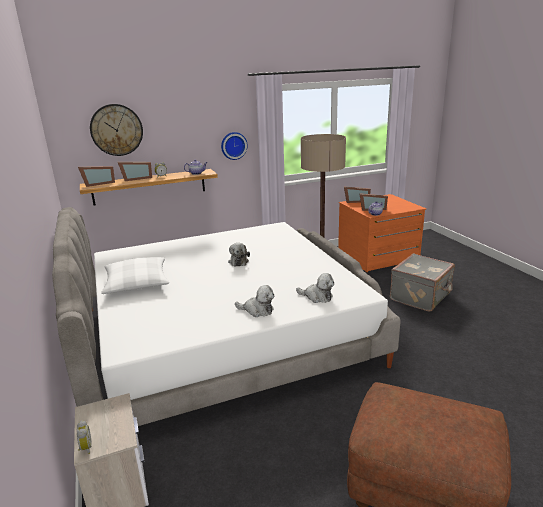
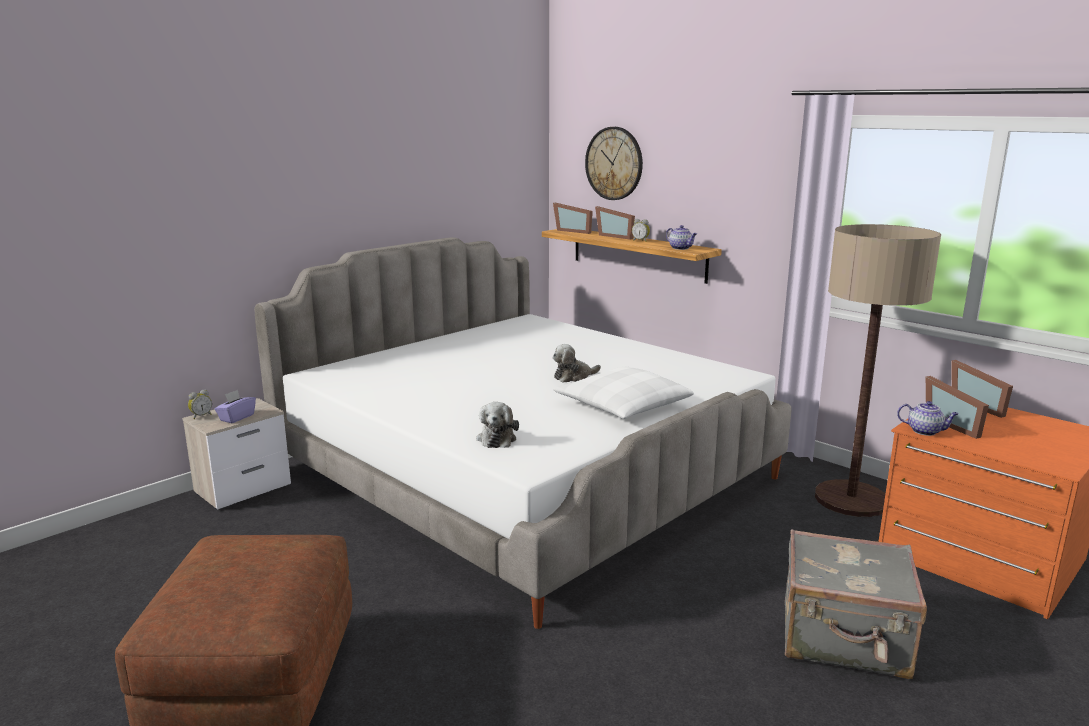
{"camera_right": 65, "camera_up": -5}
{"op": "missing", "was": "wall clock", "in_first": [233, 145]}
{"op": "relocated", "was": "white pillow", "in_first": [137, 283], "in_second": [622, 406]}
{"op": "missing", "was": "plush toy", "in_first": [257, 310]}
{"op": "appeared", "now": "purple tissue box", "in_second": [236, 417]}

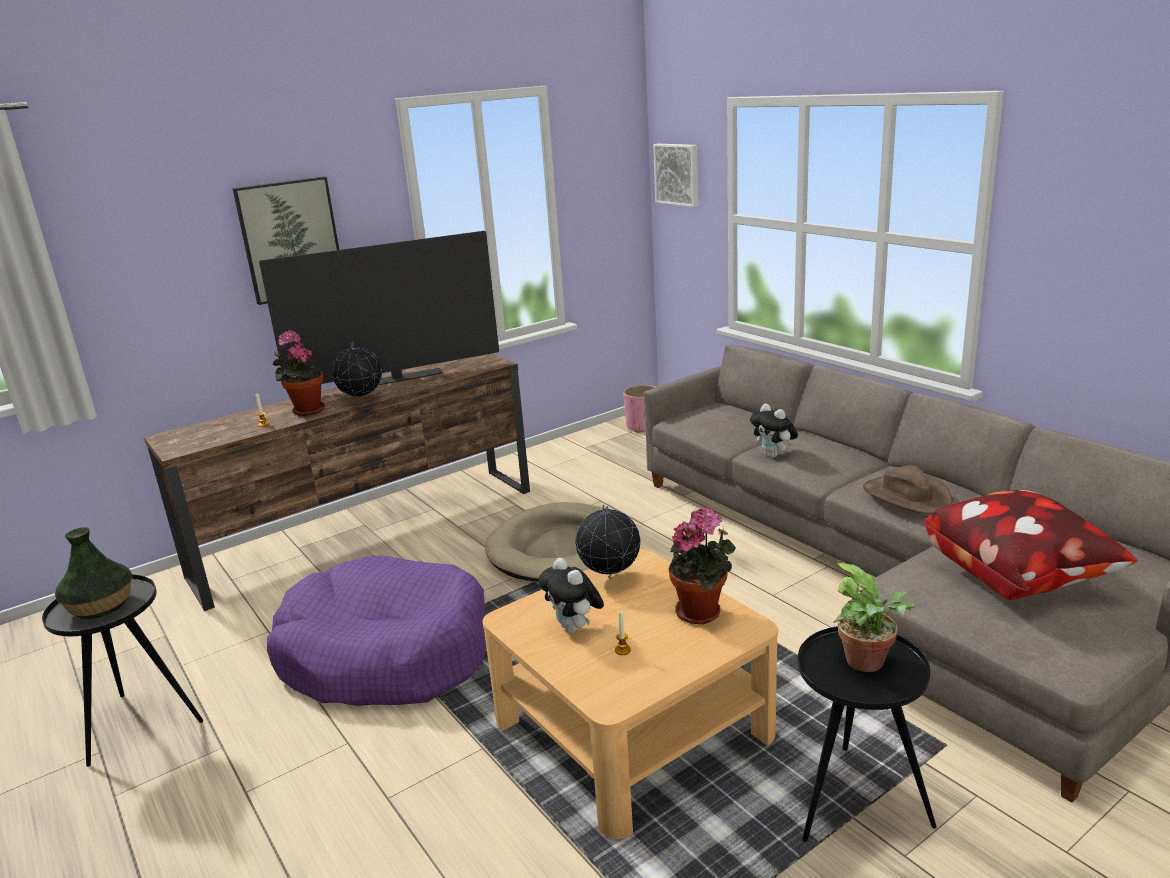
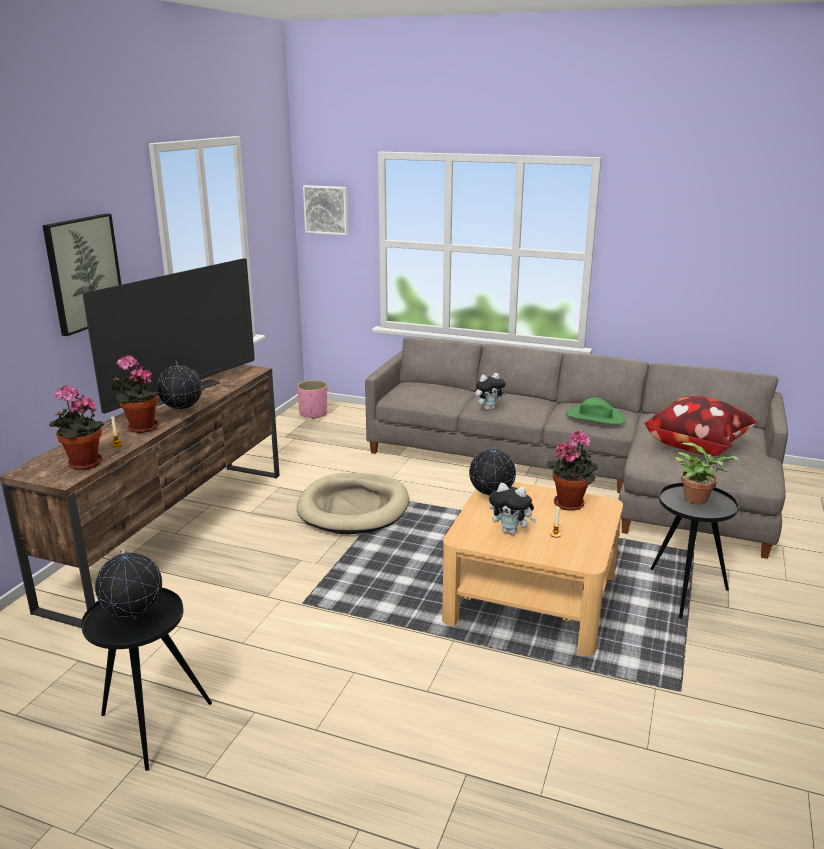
{"camera_right": -35, "camera_up": 0}
{"op": "spun", "was": "plush toy", "in_first": [774, 455], "in_second": [489, 408], "clockwise": -45}
{"op": "colour", "was": "brown hat", "now": "green hat", "in_first": [906, 496], "in_second": [595, 417]}
{"op": "exchanged", "was": "vase", "now": "globe", "in_first": [100, 606], "in_second": [134, 618]}
{"op": "missing", "was": "purple dog bed", "in_first": [385, 654]}
{"op": "appeared", "now": "potted plant", "in_second": [82, 464]}

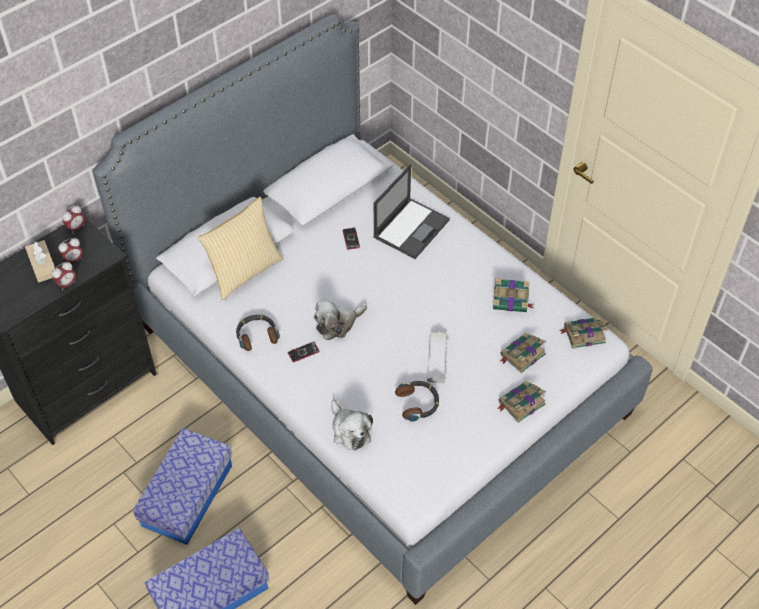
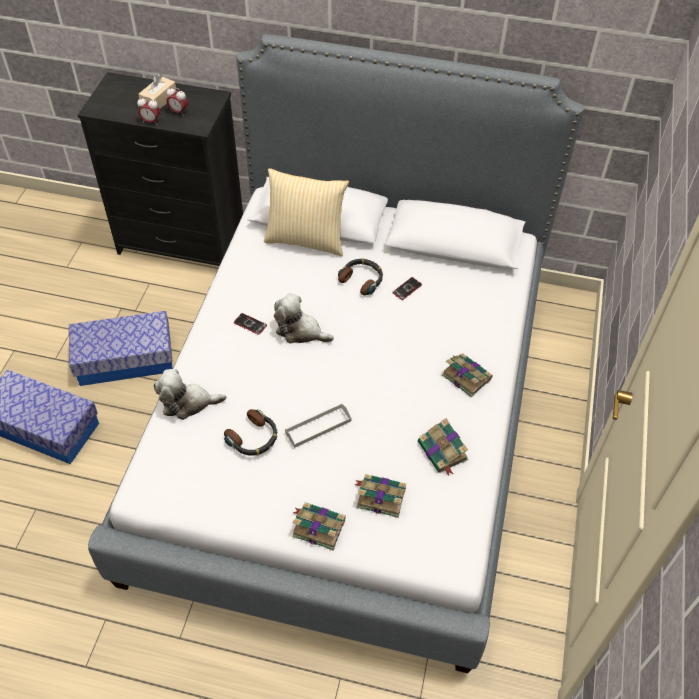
{"camera_right": 55, "camera_up": 0}
{"op": "missing", "was": "laptop", "in_first": [411, 228]}
{"op": "missing", "was": "alarm clock", "in_first": [76, 228]}
{"op": "relocated", "was": "headphones", "in_first": [257, 335], "in_second": [362, 279]}
{"op": "relocated", "was": "book", "in_first": [583, 334], "in_second": [465, 376]}
{"op": "spun", "was": "plush toy", "in_first": [349, 431], "in_second": [187, 403], "clockwise": 60}

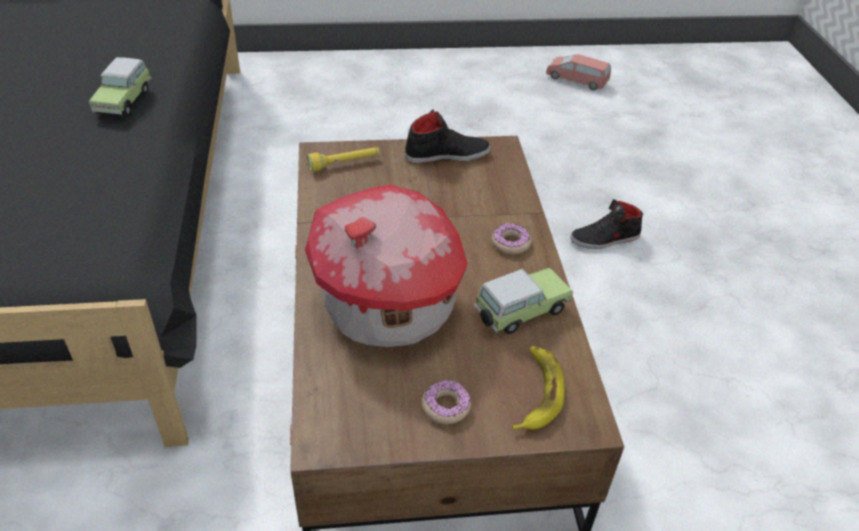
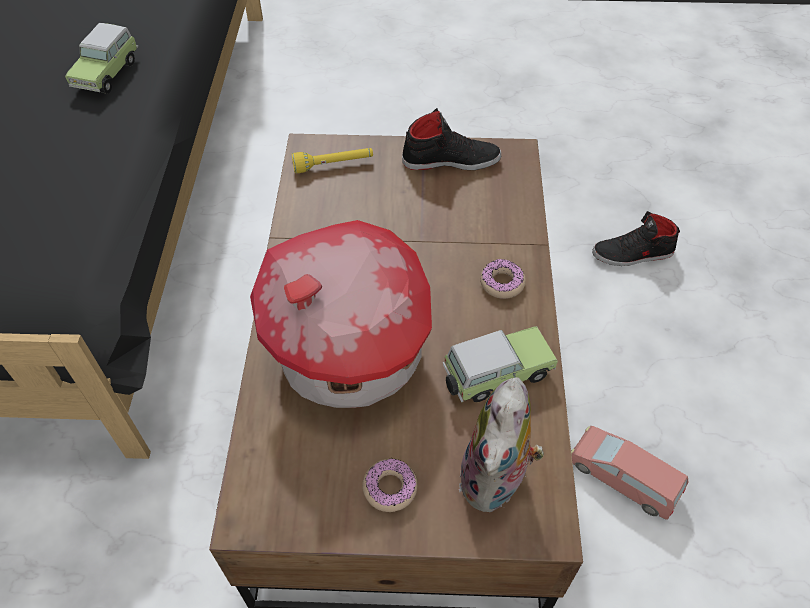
{"camera_right": 10, "camera_up": 10}
{"op": "relocated", "was": "pink toy car", "in_first": [577, 80], "in_second": [623, 477]}
{"op": "exchanged", "was": "banana", "now": "plush toy", "in_first": [537, 392], "in_second": [495, 481]}

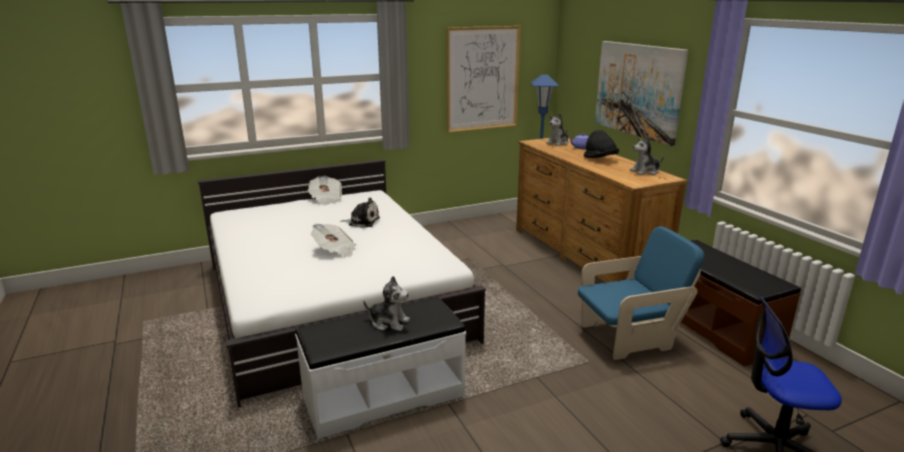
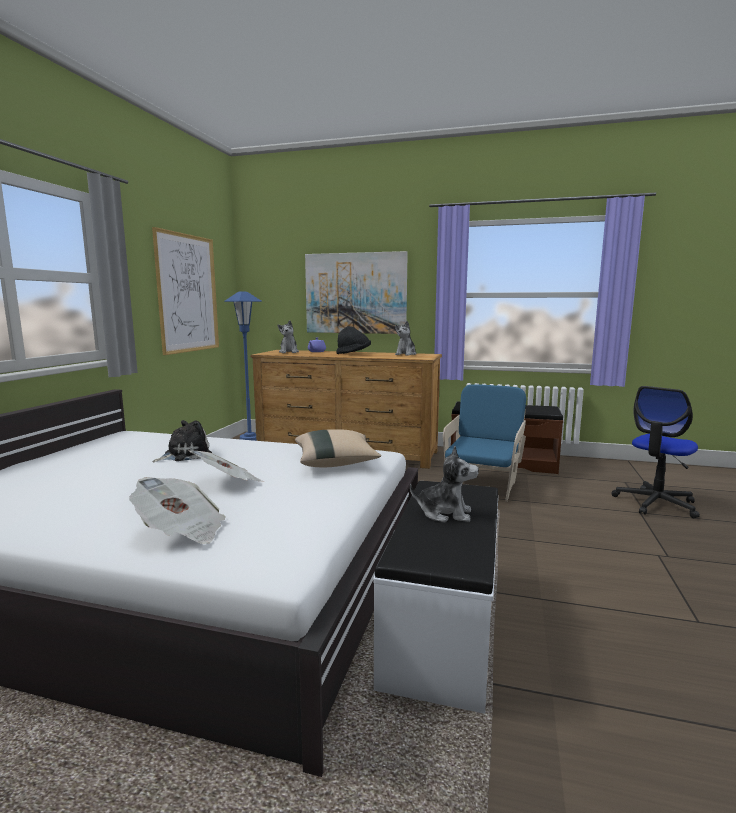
{"camera_right": -50, "camera_up": -10}
{"op": "relocated", "was": "newspaper", "in_first": [326, 199], "in_second": [181, 531]}
{"op": "spun", "was": "plush toy", "in_first": [389, 322], "in_second": [445, 513], "clockwise": 45}
{"op": "appeared", "now": "beige pillow", "in_second": [335, 463]}

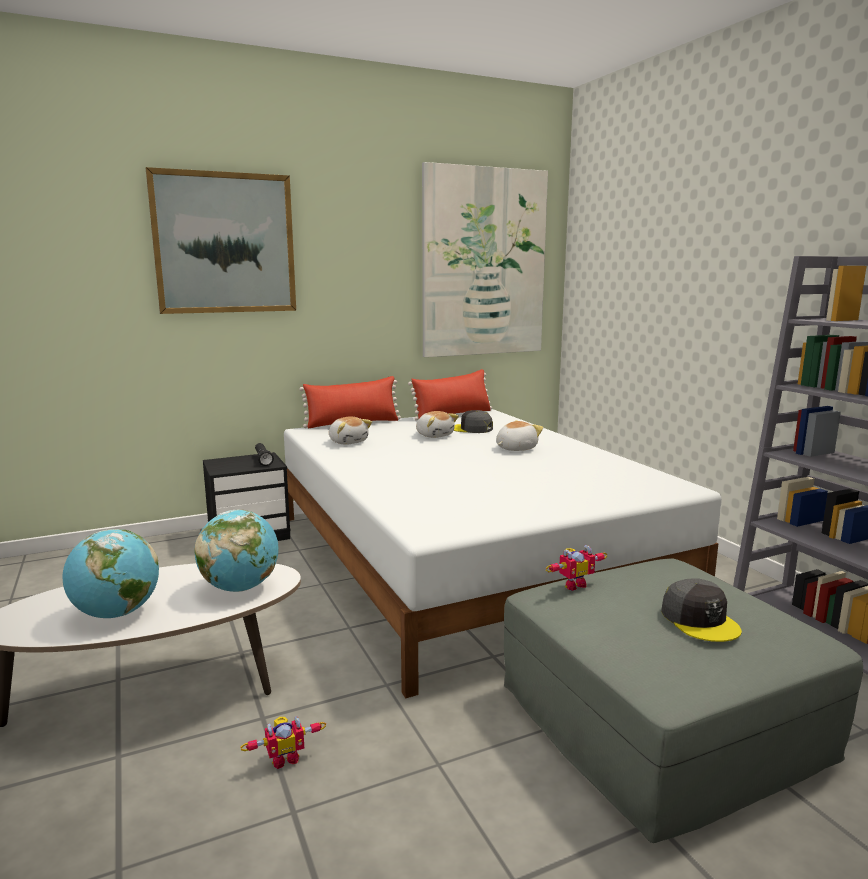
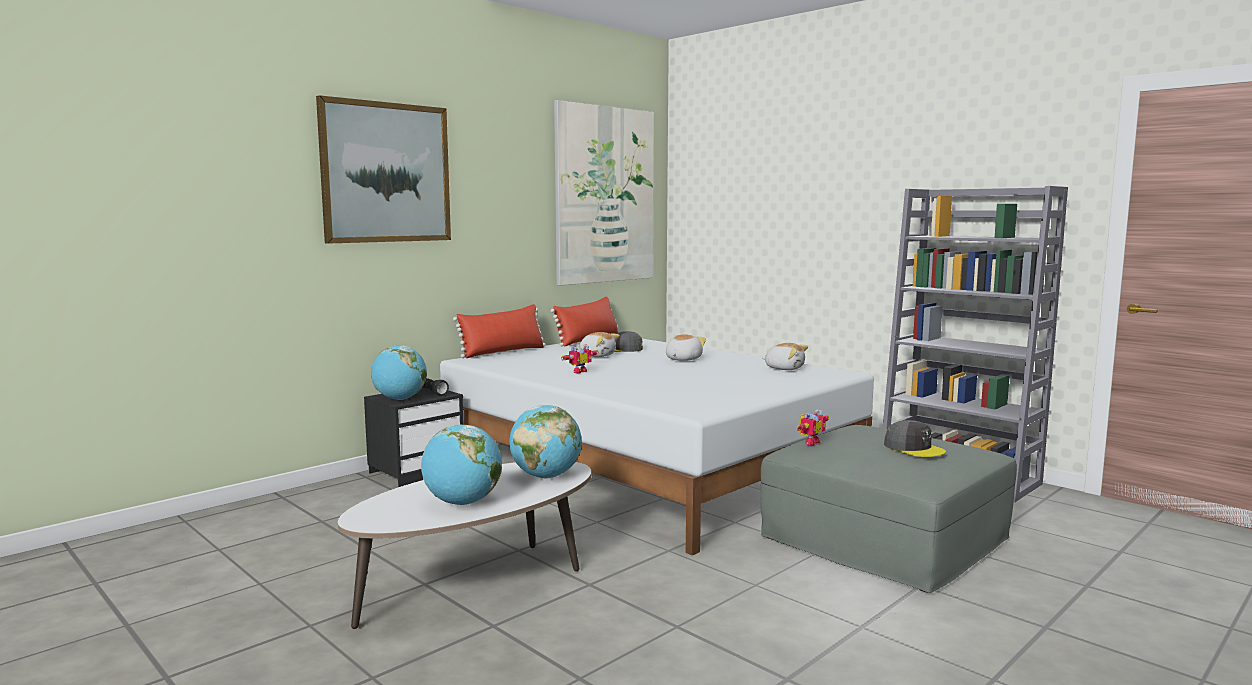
{"camera_right": -20, "camera_up": -5}
{"op": "relocated", "was": "plush toy", "in_first": [348, 442], "in_second": [784, 368]}
{"op": "relocated", "was": "toy robot", "in_first": [285, 758], "in_second": [578, 371]}
{"op": "appeared", "now": "globe", "in_second": [400, 399]}

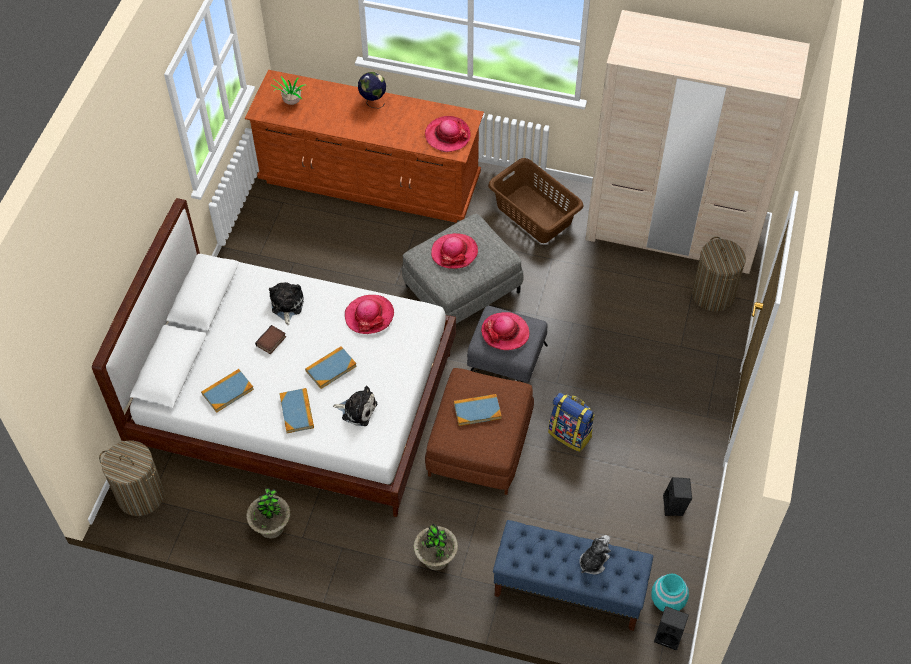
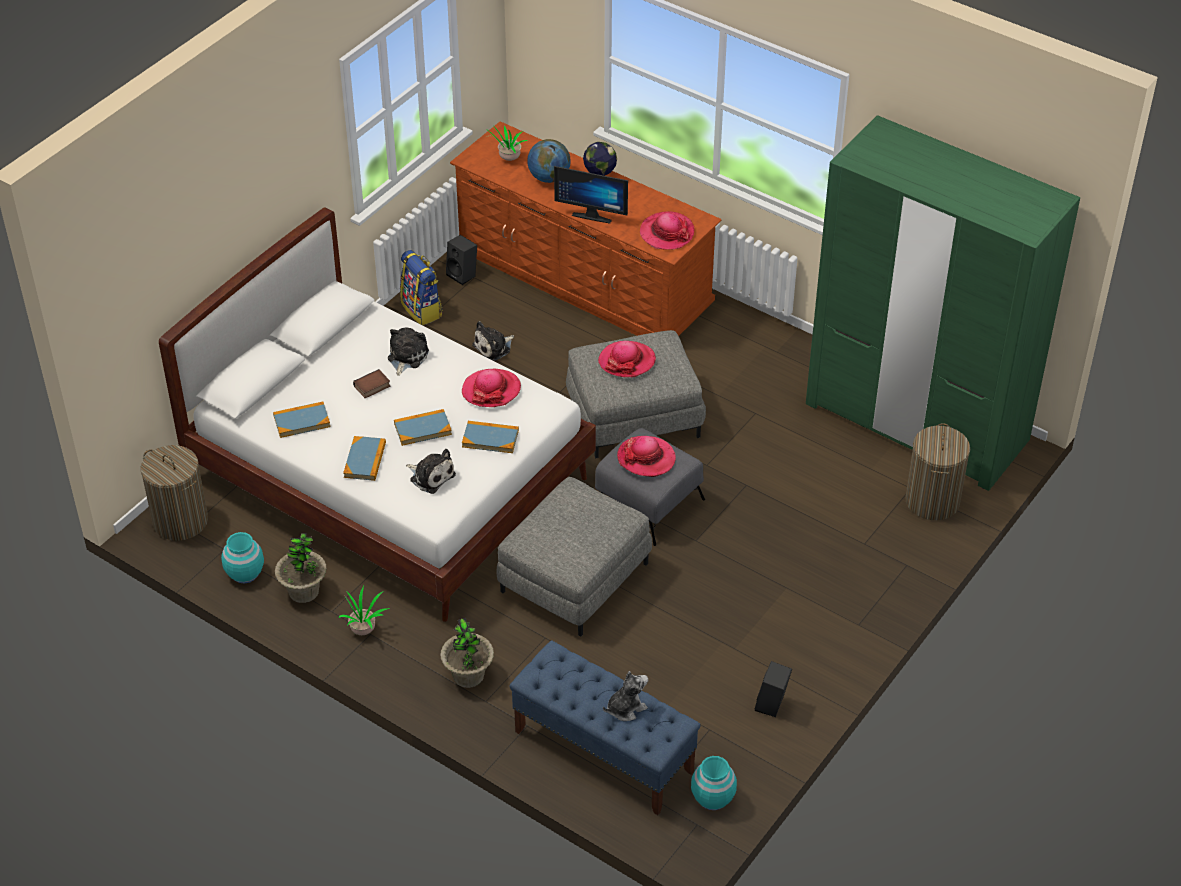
{"camera_right": 20, "camera_up": -10}
{"op": "colour", "was": "beige wardrobe", "now": "green wardrobe", "in_first": [672, 231], "in_second": [916, 422]}
{"op": "missing", "was": "brown laundry basket", "in_first": [534, 213]}
{"op": "colour", "was": "brown ottoman", "now": "grey ottoman", "in_first": [478, 444], "in_second": [574, 577]}
{"op": "relocated", "was": "backpack", "in_first": [570, 434], "in_second": [422, 310]}
{"op": "relocated", "was": "book", "in_first": [477, 411], "in_second": [490, 438]}
{"op": "relocated", "was": "black speaker", "in_first": [669, 636], "in_second": [463, 275]}
{"op": "appeared", "now": "globe", "in_second": [549, 178]}
{"op": "appeared", "now": "monitor", "in_second": [593, 214]}
{"op": "appeared", "now": "plush toy", "in_second": [494, 347]}
{"op": "appeared", "now": "turquoise vase", "in_second": [245, 573]}
{"op": "appeared", "now": "potted plant", "in_second": [364, 629]}

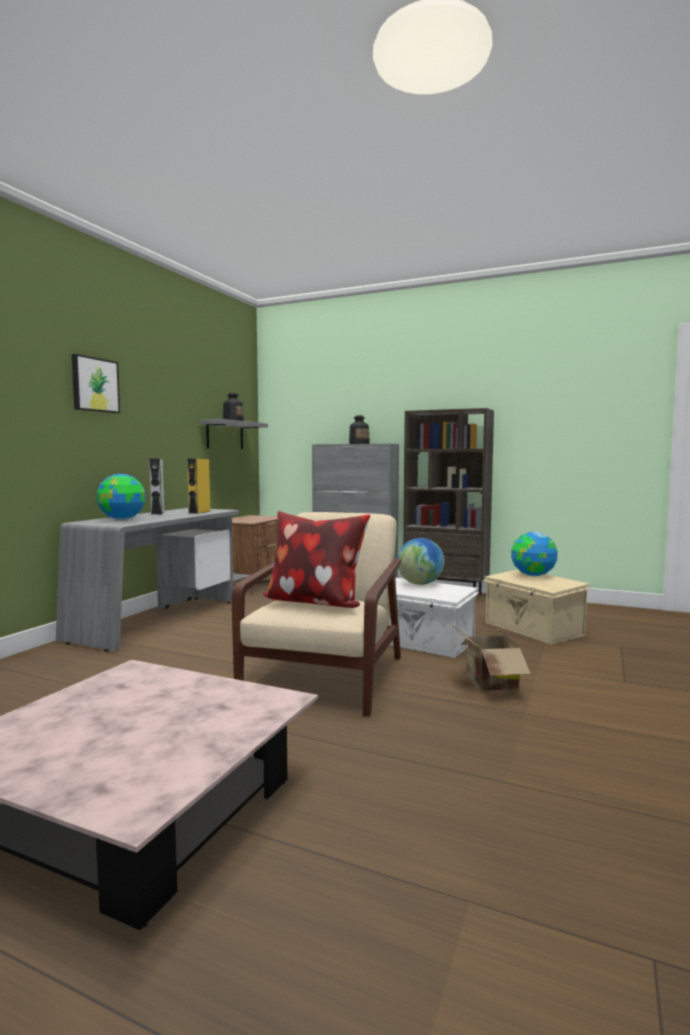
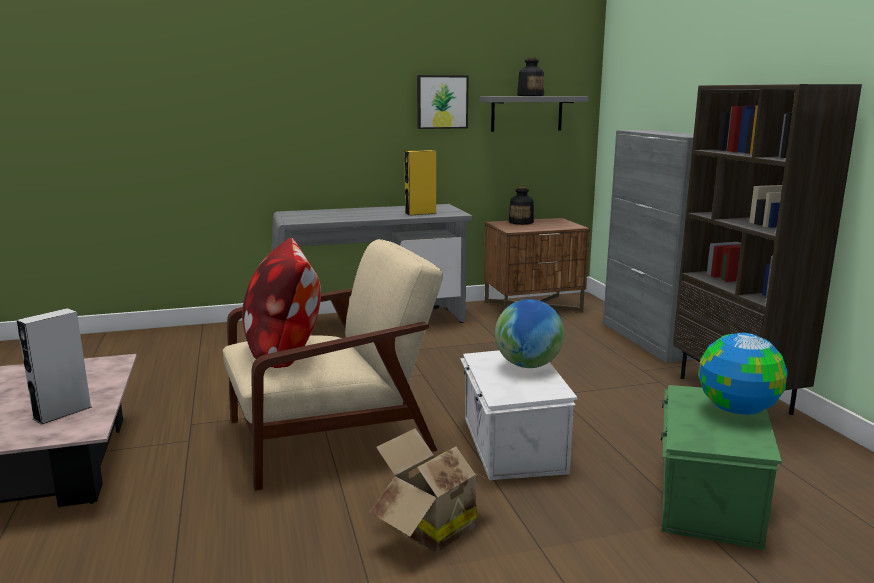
{"camera_right": 50, "camera_up": 10}
{"op": "relocated", "was": "picture", "in_first": [94, 385], "in_second": [442, 102]}
{"op": "relocated", "was": "bottle", "in_first": [359, 443], "in_second": [521, 222]}
{"op": "relocated", "was": "grey speaker", "in_first": [157, 513], "in_second": [62, 413]}
{"op": "missing", "was": "globe", "in_first": [122, 519]}
{"op": "colour", "was": "beige storage box", "now": "green storage box", "in_first": [533, 629], "in_second": [706, 498]}

